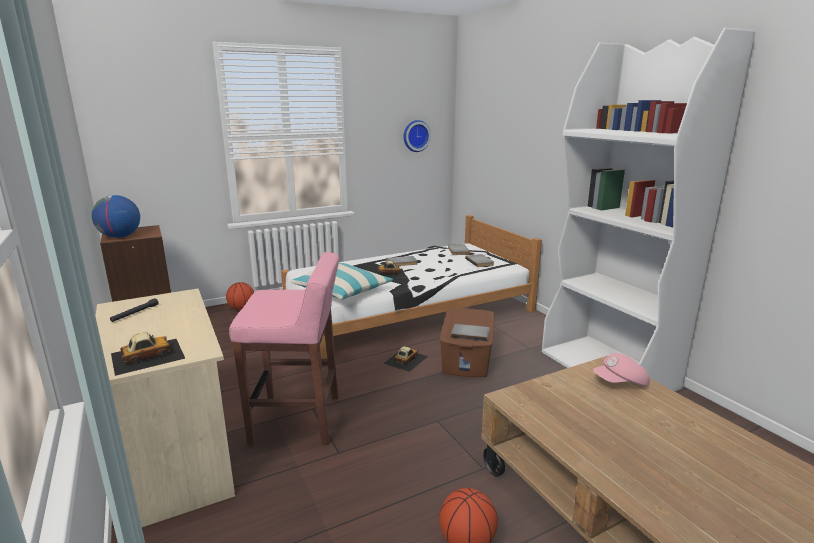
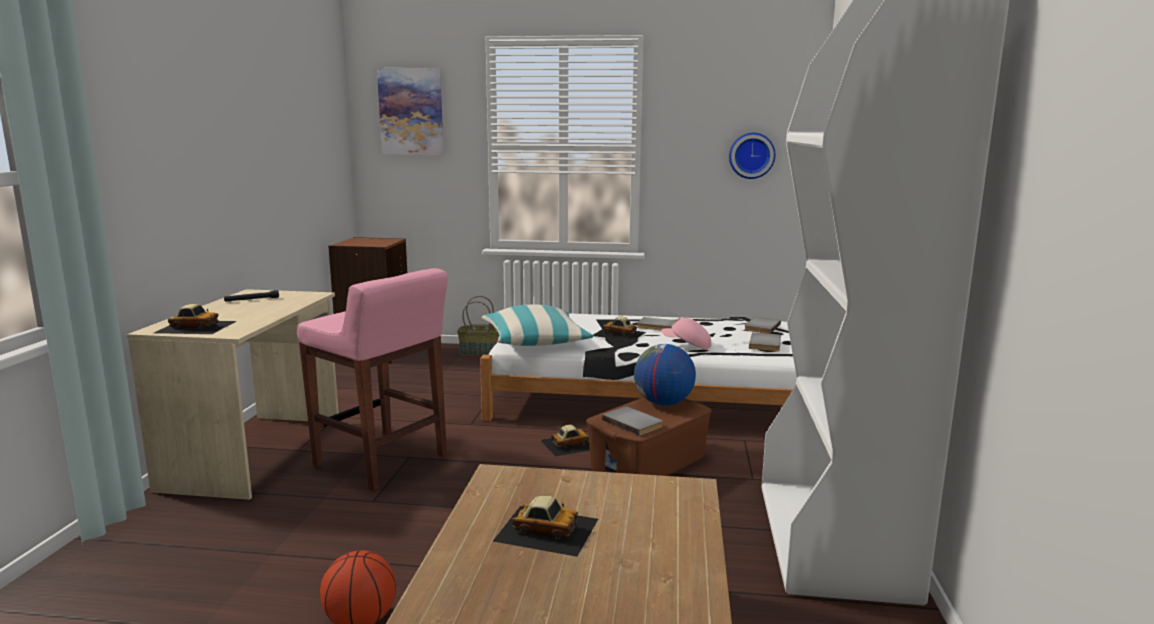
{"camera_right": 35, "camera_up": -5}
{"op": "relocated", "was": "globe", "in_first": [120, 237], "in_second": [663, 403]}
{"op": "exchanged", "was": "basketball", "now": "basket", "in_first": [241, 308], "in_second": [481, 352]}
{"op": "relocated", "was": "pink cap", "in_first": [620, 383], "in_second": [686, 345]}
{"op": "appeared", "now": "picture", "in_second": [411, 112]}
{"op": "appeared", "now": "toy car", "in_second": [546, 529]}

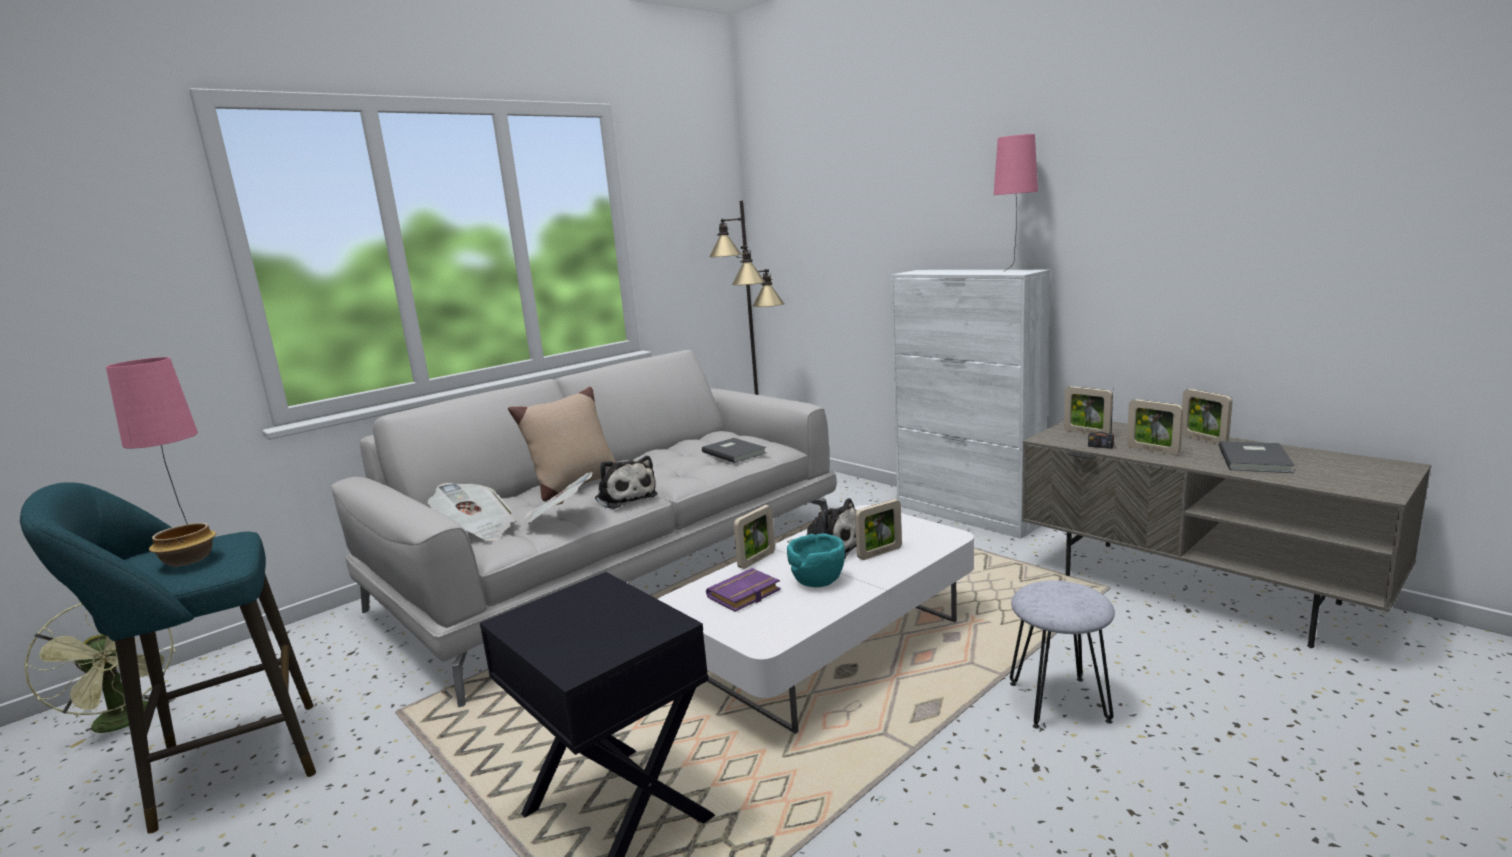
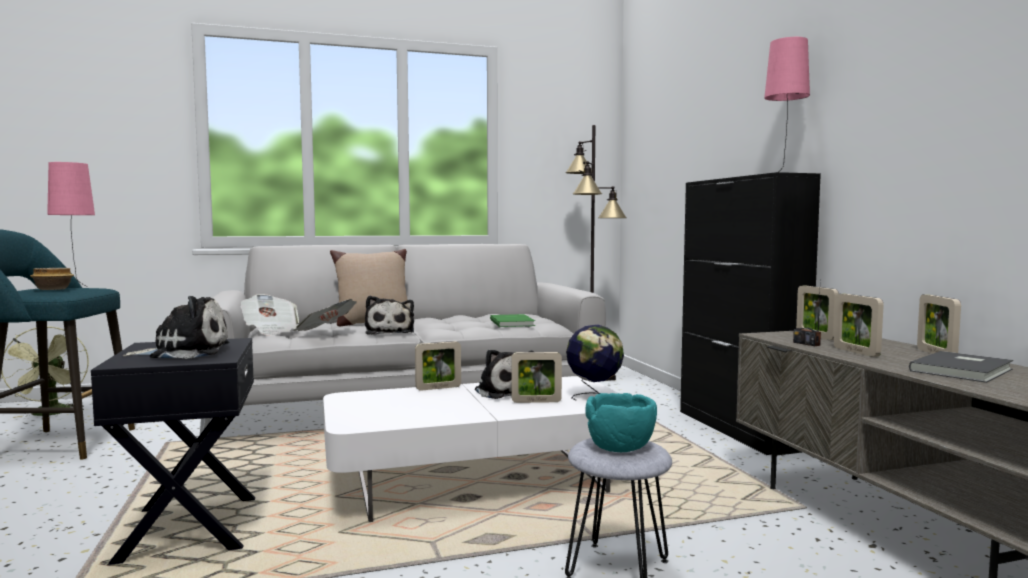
{"camera_right": 25, "camera_up": -10}
{"op": "colour", "was": "white cabinet", "now": "black cabinet", "in_first": [968, 514], "in_second": [738, 429]}
{"op": "colour", "was": "grey book", "now": "green book", "in_first": [734, 452], "in_second": [513, 322]}
{"op": "relocated", "was": "turquoise bowl", "in_first": [818, 580], "in_second": [620, 447]}
{"op": "missing", "was": "purple book", "in_first": [744, 595]}
{"op": "appeared", "now": "plush toy", "in_second": [185, 352]}
{"op": "appeared", "now": "globe", "in_second": [594, 396]}

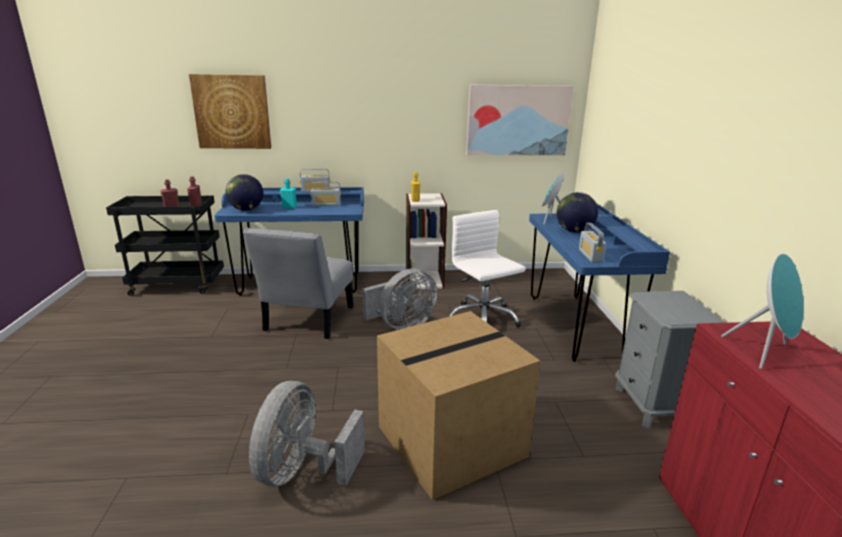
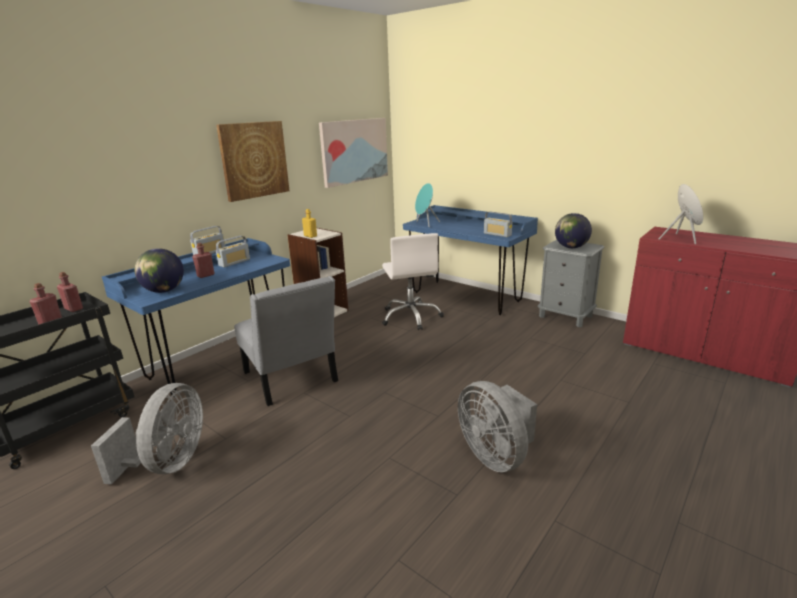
{"camera_right": -45, "camera_up": 0}
{"op": "relocated", "was": "picture", "in_first": [232, 112], "in_second": [254, 160]}
{"op": "colour", "was": "turquoise bottle", "now": "red bottle", "in_first": [289, 207], "in_second": [205, 275]}
{"op": "relocated", "was": "globe", "in_first": [574, 231], "in_second": [571, 247]}
{"op": "spun", "was": "white office chair", "in_first": [482, 319], "in_second": [411, 317], "clockwise": -120}
{"op": "relocated", "was": "grey fan", "in_first": [402, 326], "in_second": [169, 464]}
{"op": "missing", "was": "cardboard box", "in_first": [450, 443]}

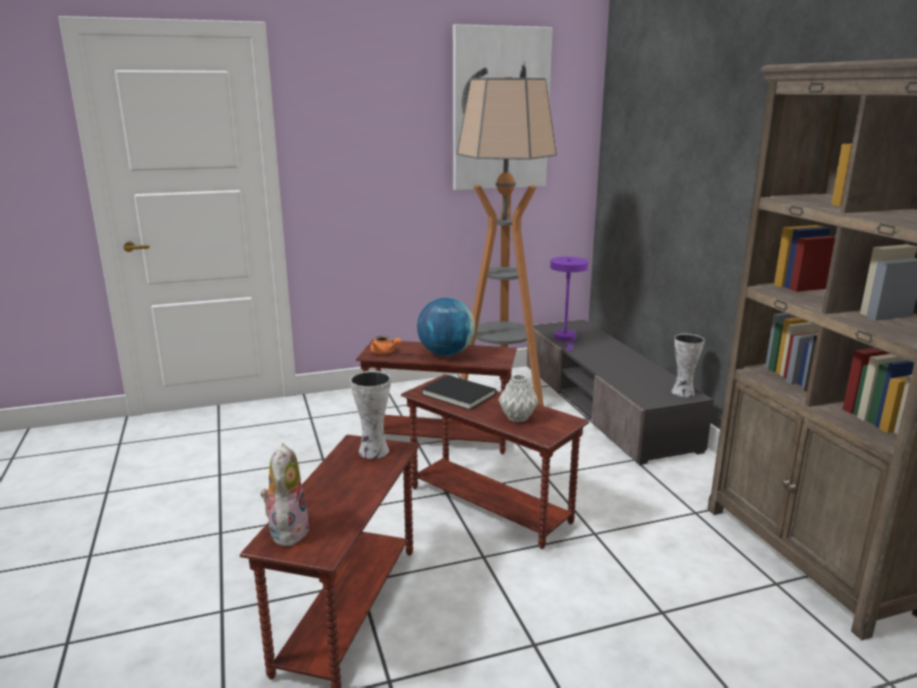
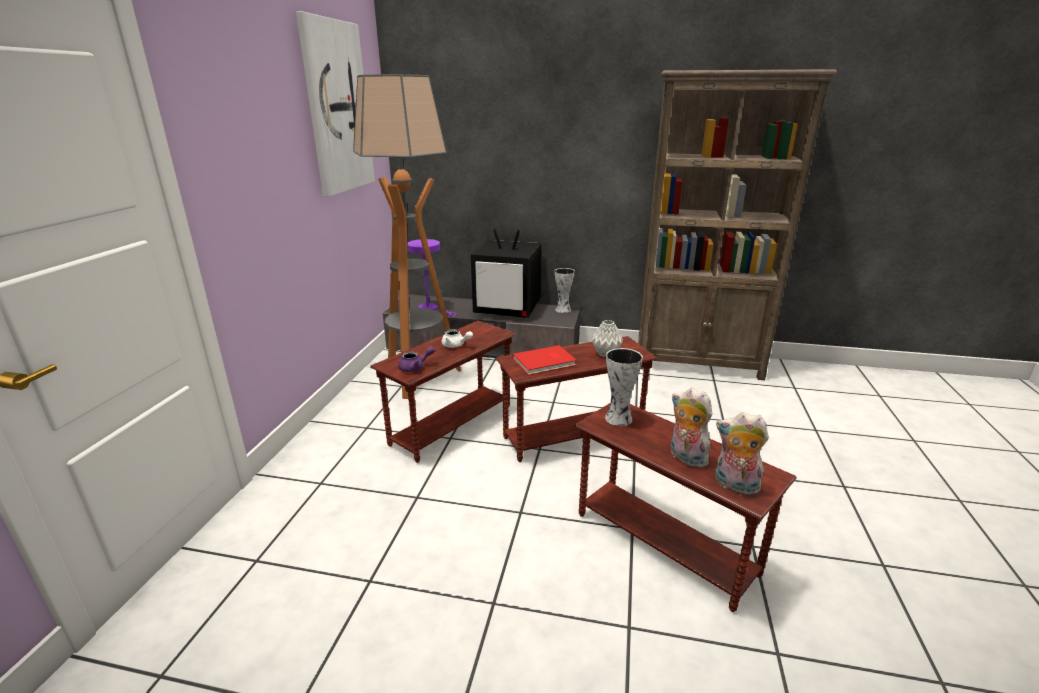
{"camera_right": -60, "camera_up": 5}
{"op": "exchanged", "was": "globe", "now": "white teapot", "in_first": [446, 354], "in_second": [455, 345]}
{"op": "colour", "was": "orange teapot", "now": "purple teapot", "in_first": [385, 352], "in_second": [415, 367]}
{"op": "colour", "was": "black book", "now": "red book", "in_first": [458, 395], "in_second": [545, 362]}
{"op": "appeared", "now": "television", "in_second": [509, 309]}
{"op": "appeared", "now": "plush toy", "in_second": [685, 457]}

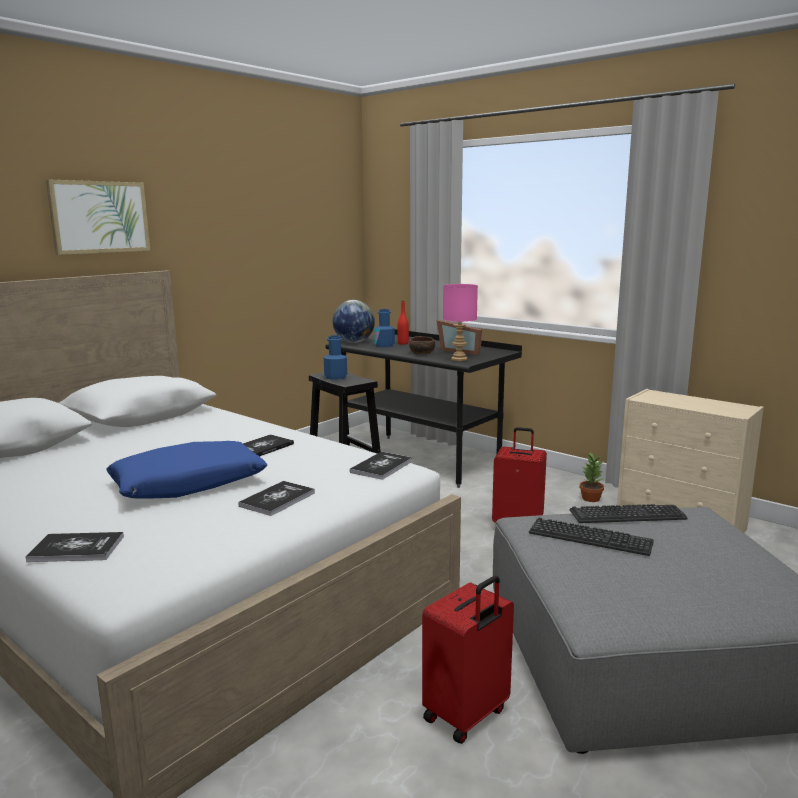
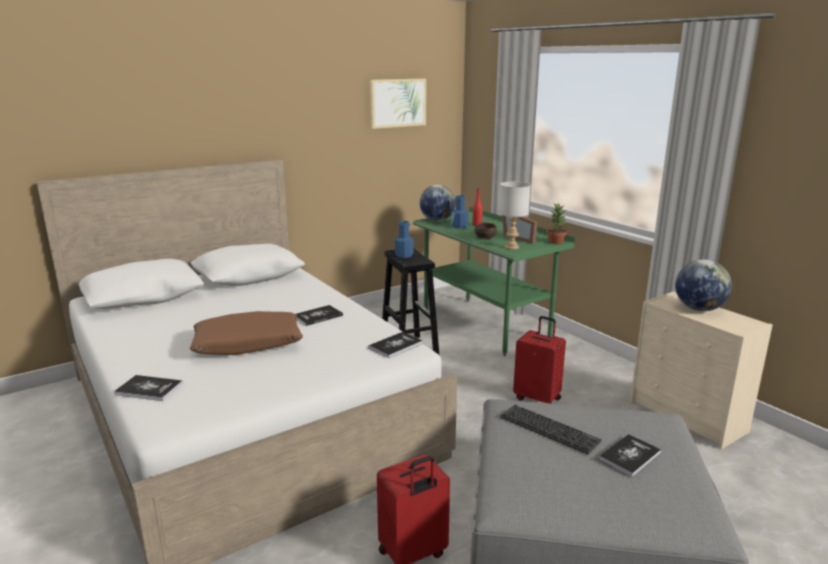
{"camera_right": 15, "camera_up": 5}
{"op": "relocated", "was": "picture", "in_first": [99, 217], "in_second": [397, 103]}
{"op": "colour", "was": "pink table lamp", "now": "grey table lamp", "in_first": [458, 359], "in_second": [511, 247]}
{"op": "colour", "was": "black desk", "now": "green desk", "in_first": [420, 460], "in_second": [485, 325]}
{"op": "colour", "was": "blue pillow", "now": "brown pillow", "in_first": [188, 484], "in_second": [248, 344]}
{"op": "relocated", "was": "potted plant", "in_first": [590, 498], "in_second": [555, 242]}
{"op": "relocated", "was": "book", "in_first": [277, 499], "in_second": [629, 456]}
{"op": "missing", "was": "keyboard", "in_first": [627, 515]}
{"op": "appeared", "now": "globe", "in_second": [698, 309]}

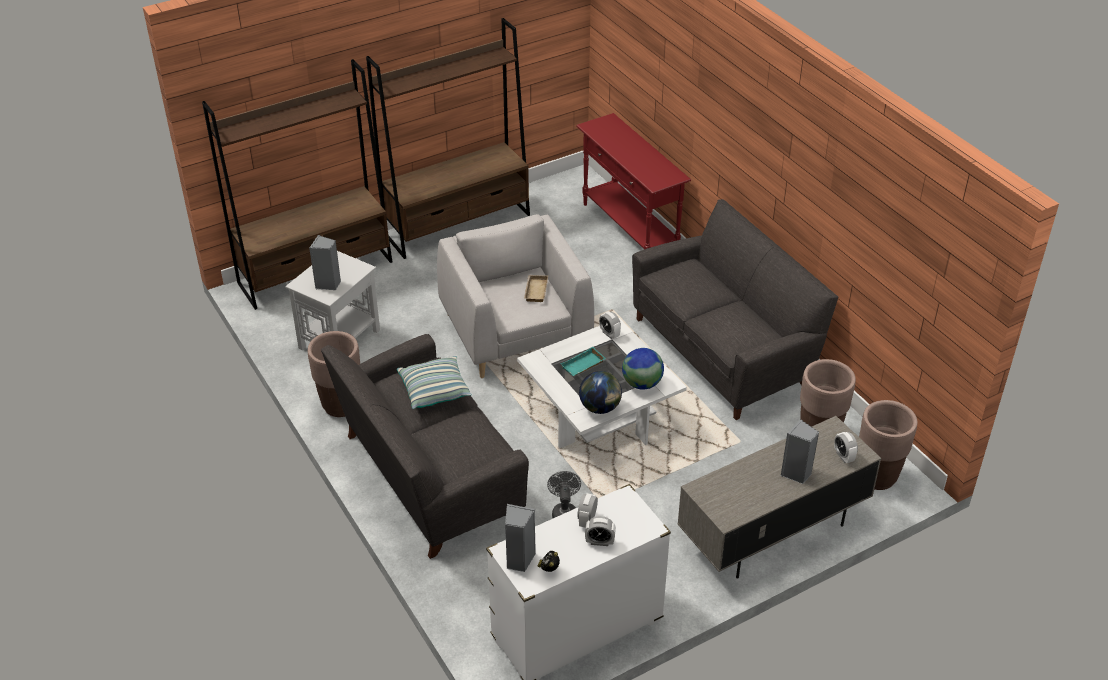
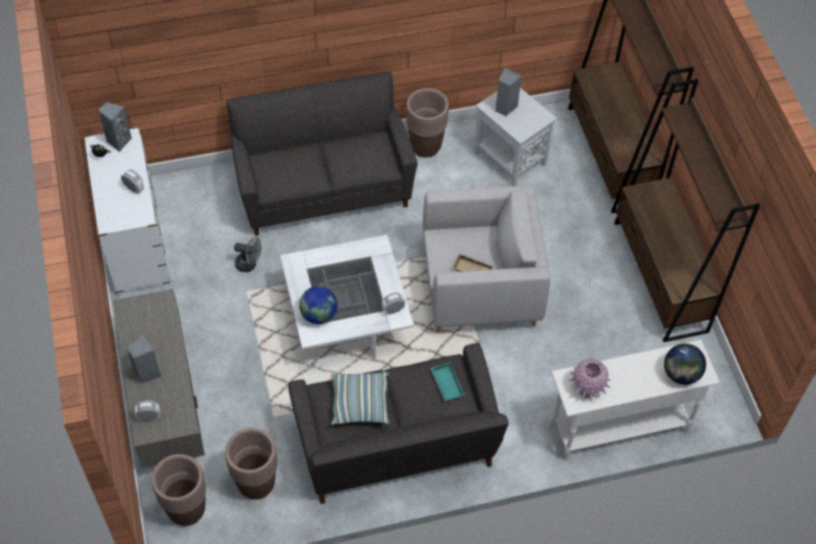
{"camera_right": 105, "camera_up": 15}
{"op": "colour", "was": "red console table", "now": "white console table", "in_first": [629, 228], "in_second": [618, 427]}
{"op": "relocated", "was": "turquoise tray", "in_first": [583, 366], "in_second": [445, 383]}
{"op": "relocated", "was": "pillow", "in_first": [435, 390], "in_second": [360, 404]}
{"op": "relocated", "was": "globe", "in_first": [600, 407], "in_second": [681, 374]}
{"op": "missing", "was": "alarm clock", "in_first": [599, 542]}
{"op": "appeared", "now": "pink vase", "in_second": [587, 388]}

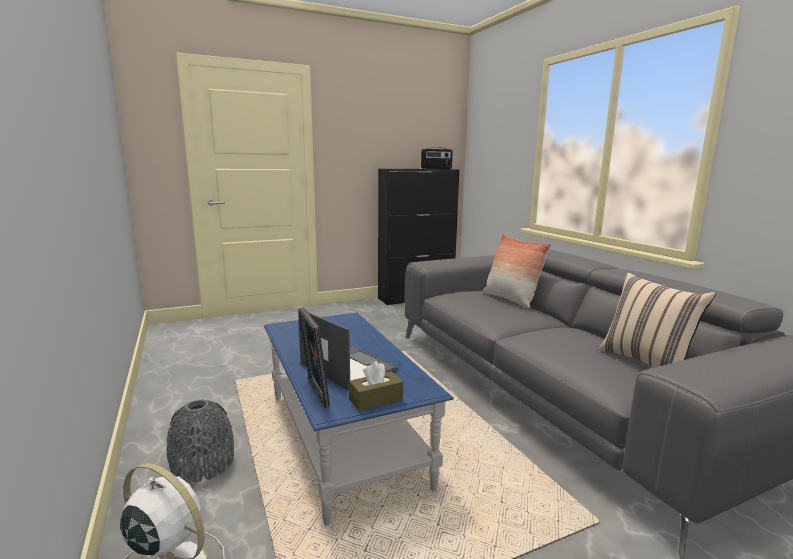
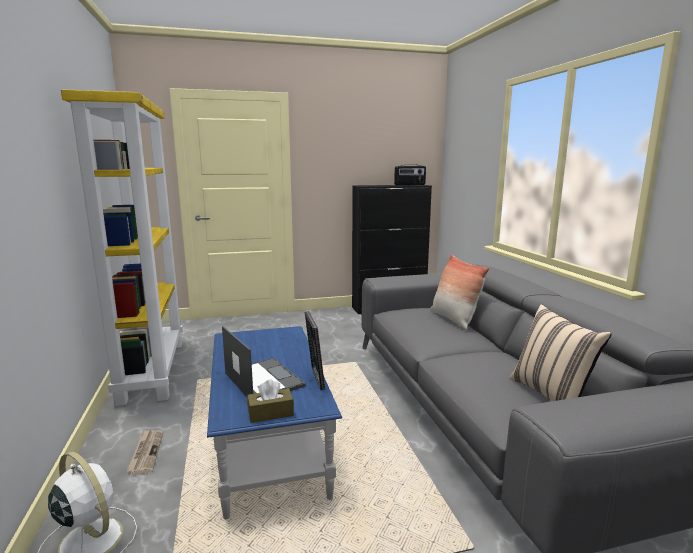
{"camera_right": 10, "camera_up": 0}
{"op": "relocated", "was": "picture frame", "in_first": [314, 393], "in_second": [315, 379]}
{"op": "exchanged", "was": "grey vase", "now": "newspaper", "in_first": [203, 463], "in_second": [146, 453]}
{"op": "appeared", "now": "yellow bookcase", "in_second": [152, 370]}

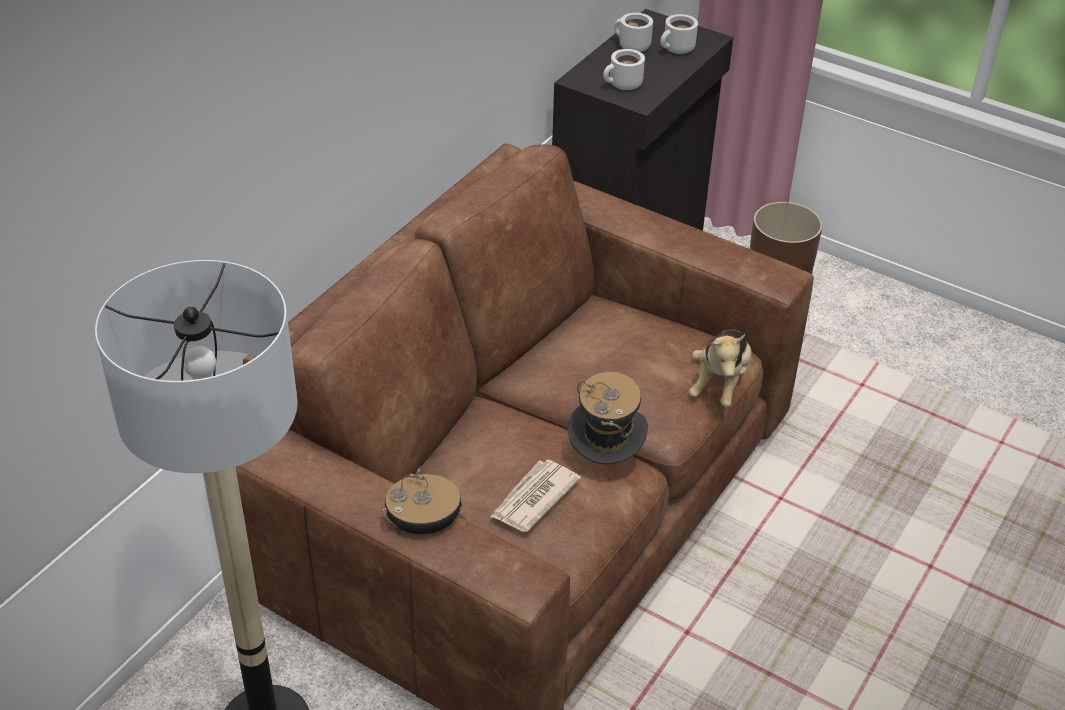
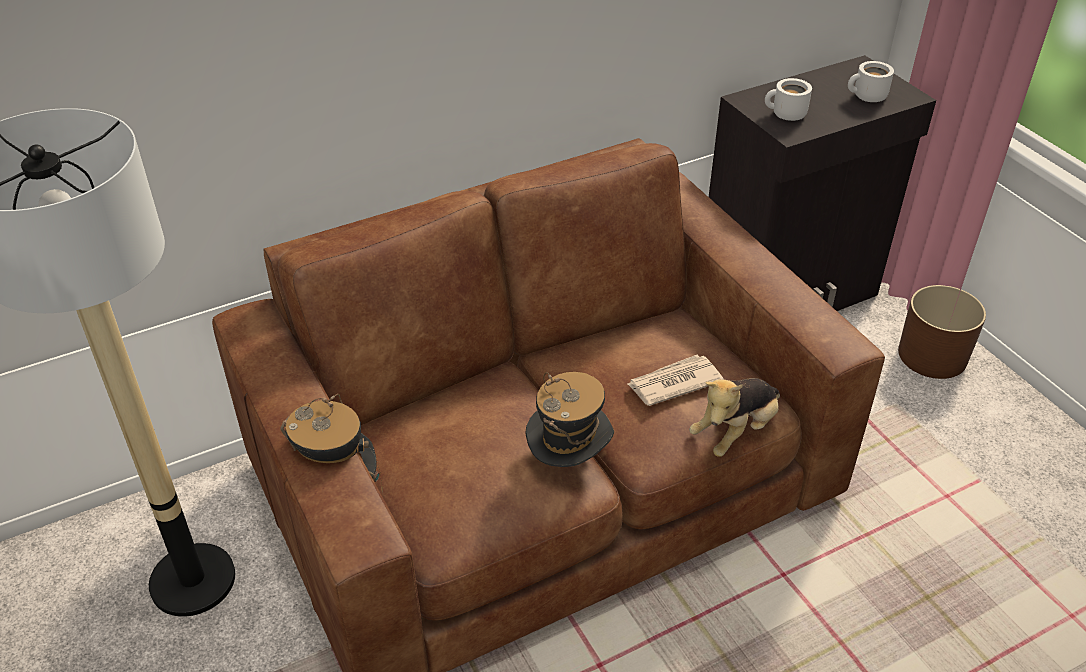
{"camera_right": 30, "camera_up": 0}
{"op": "missing", "was": "white mug", "in_first": [631, 46]}
{"op": "relocated", "was": "newspaper", "in_first": [533, 498], "in_second": [673, 383]}

